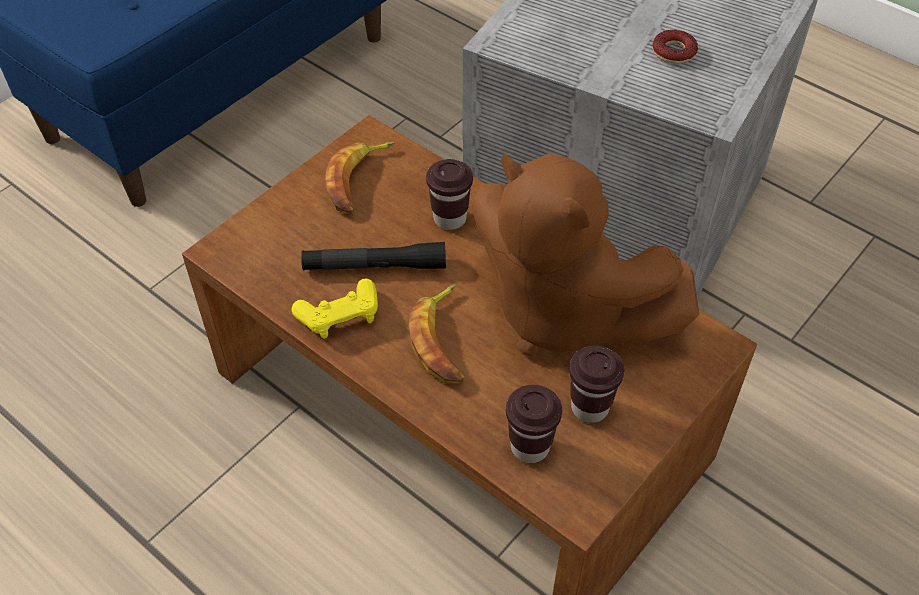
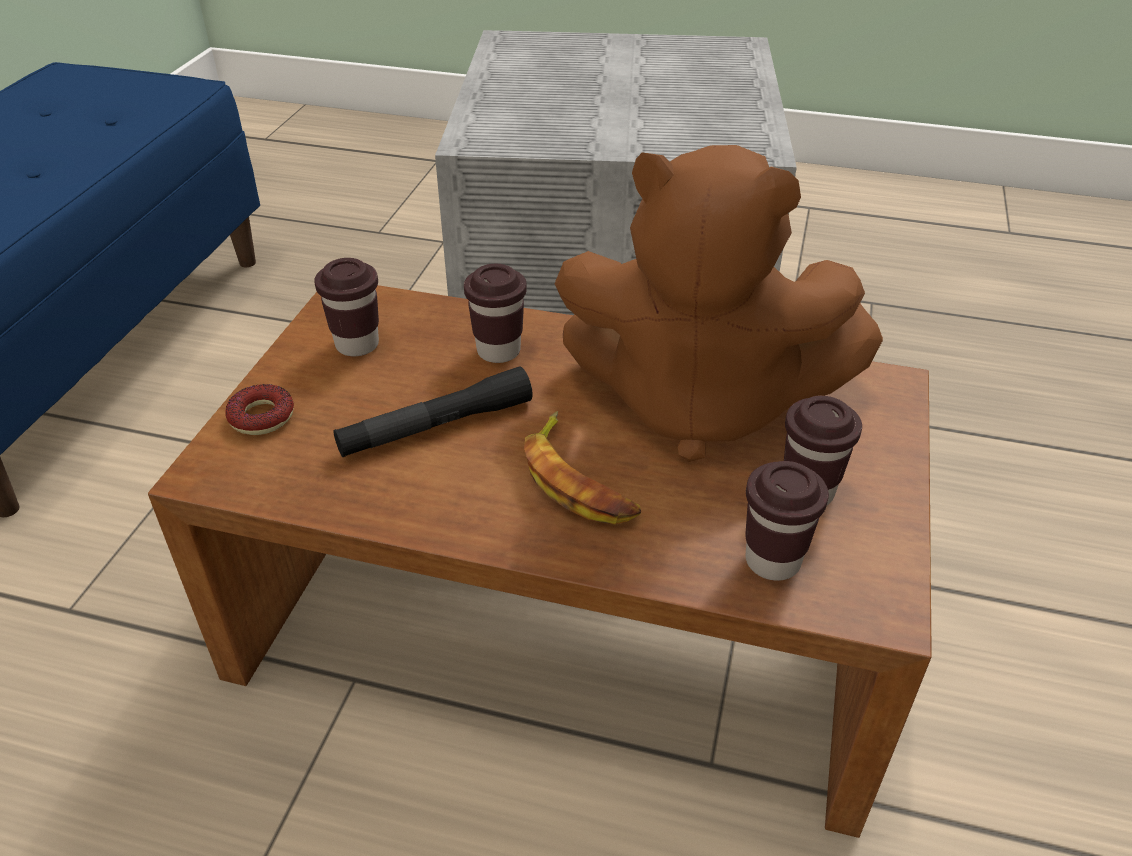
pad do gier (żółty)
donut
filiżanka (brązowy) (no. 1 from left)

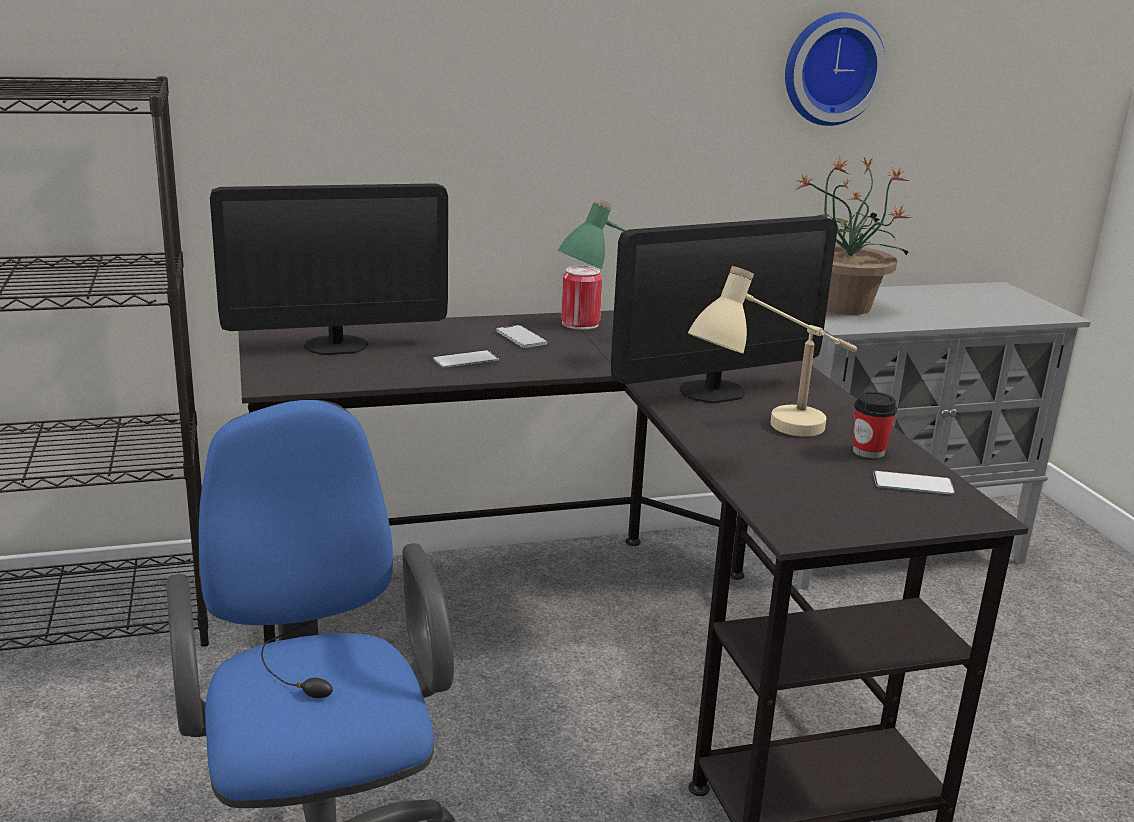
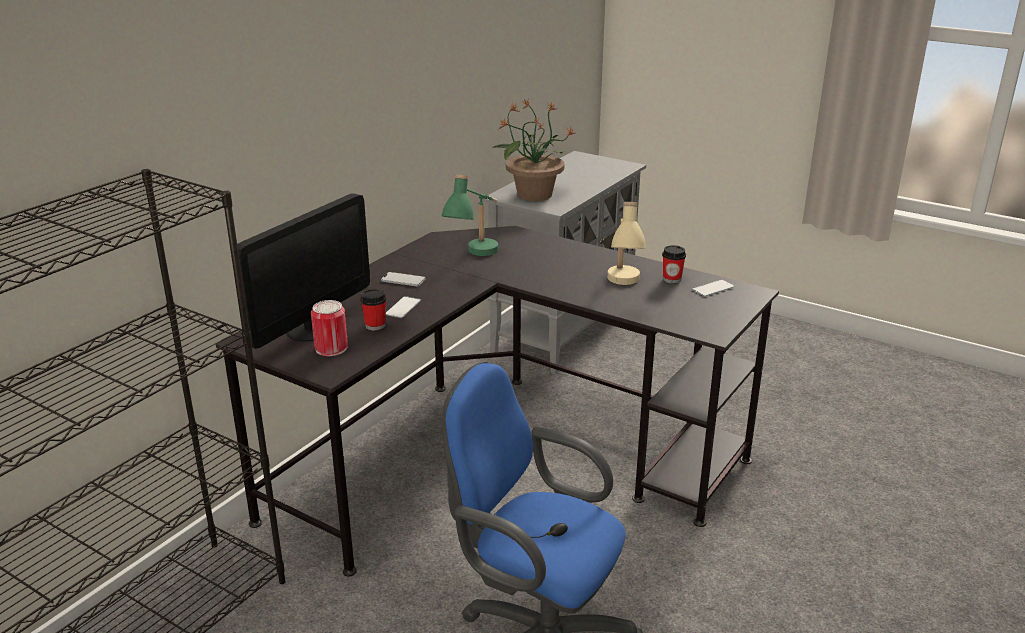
monitor (no. 2 from left in the first image)
zegar ścienny
filiżanka (no. 1 from left)
puszka

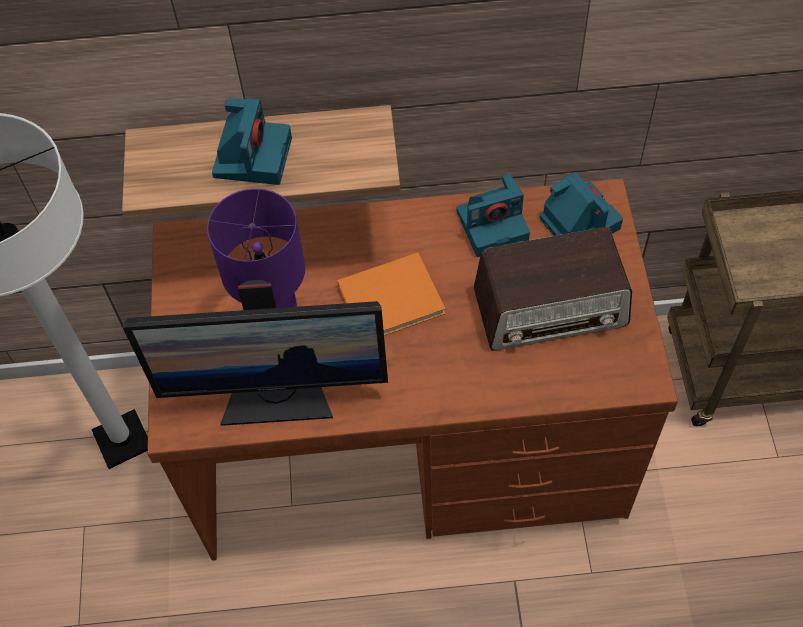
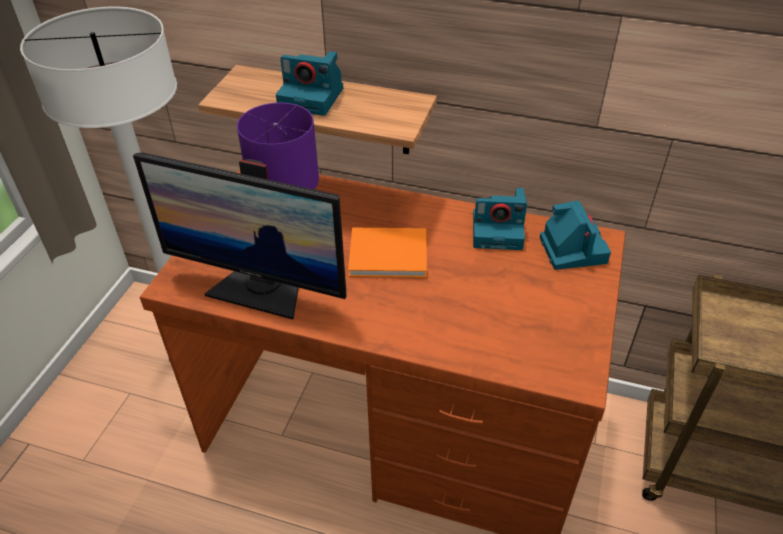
radio
aparat fotograficzny (no. 1 from left)

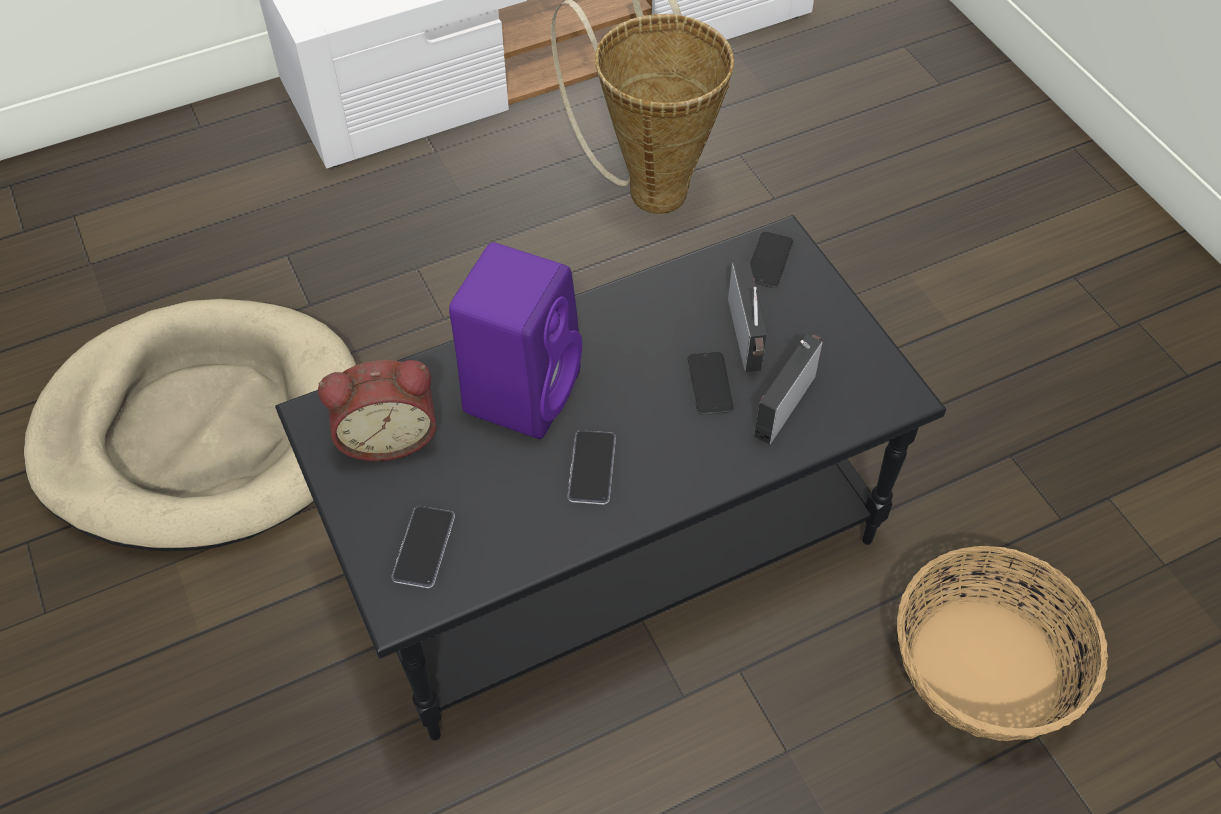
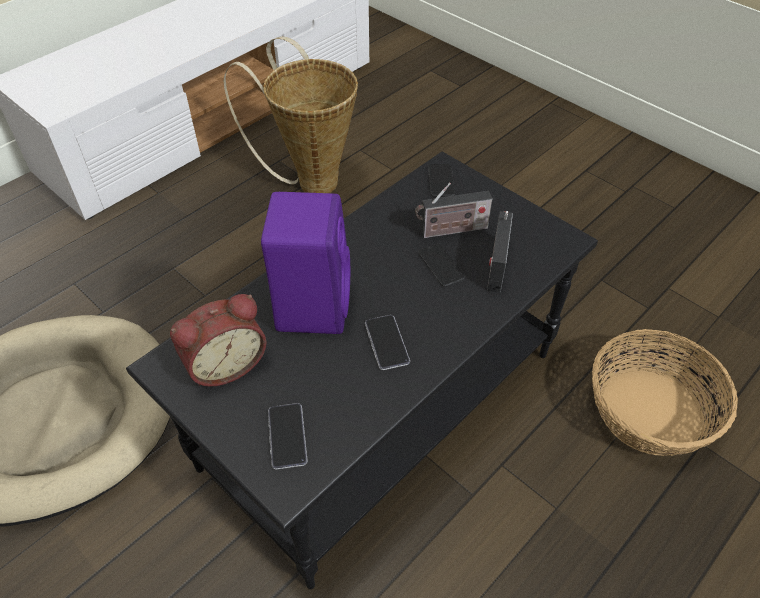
radio (no. 1 from left)

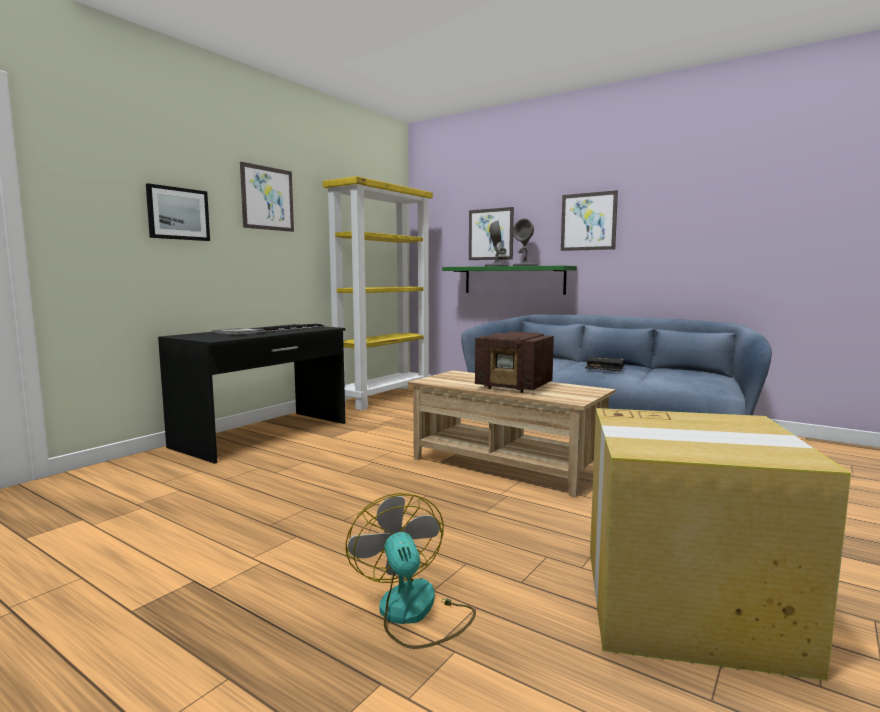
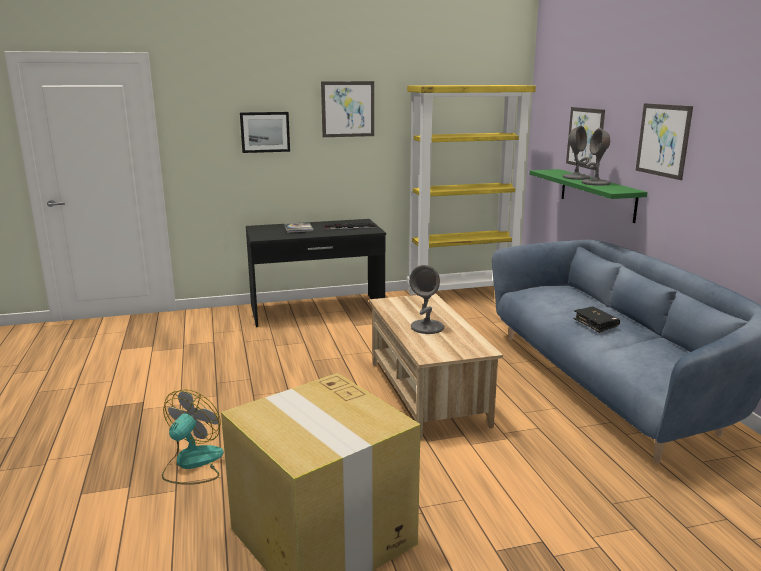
lampa stołowa (szary) (no. 1 from left)

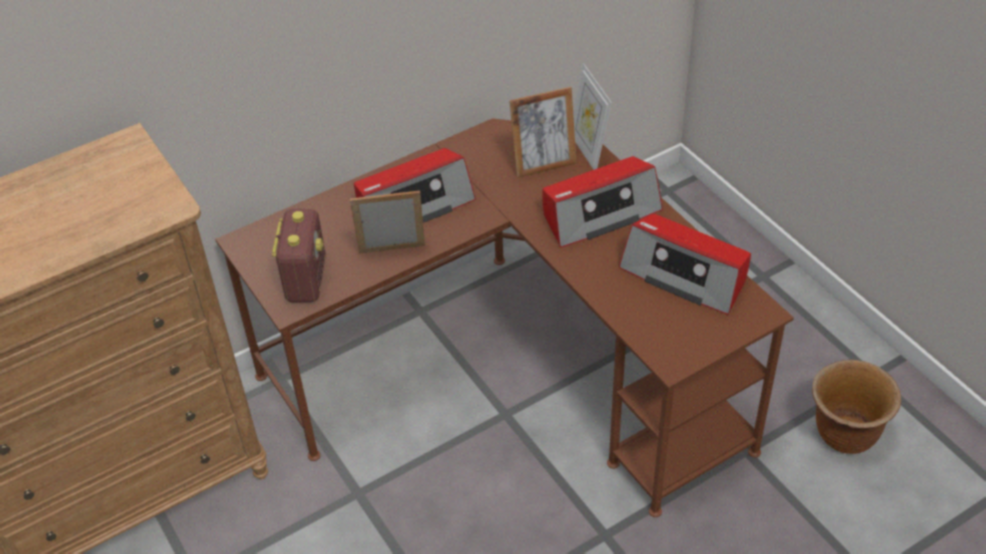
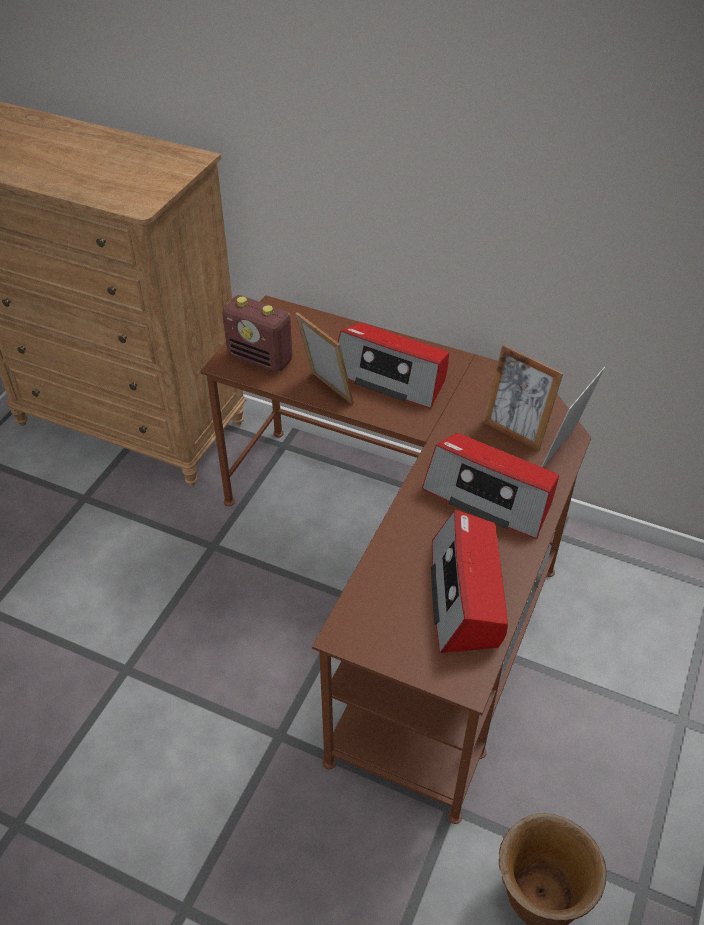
radio (no. 1 from left)

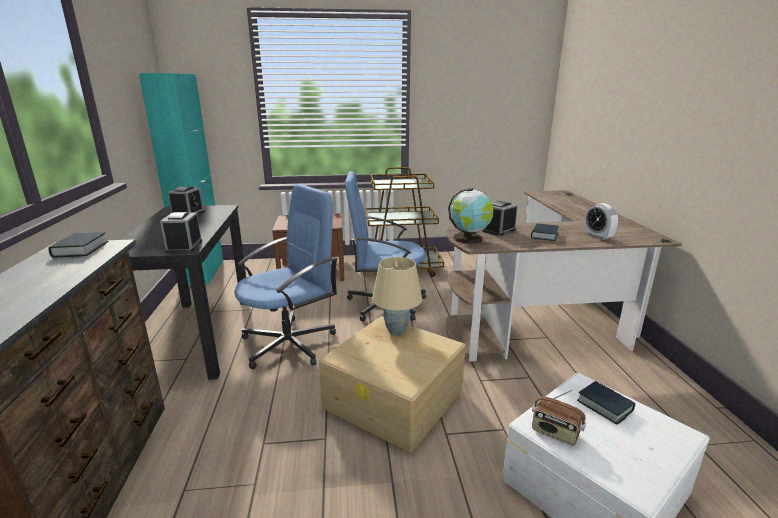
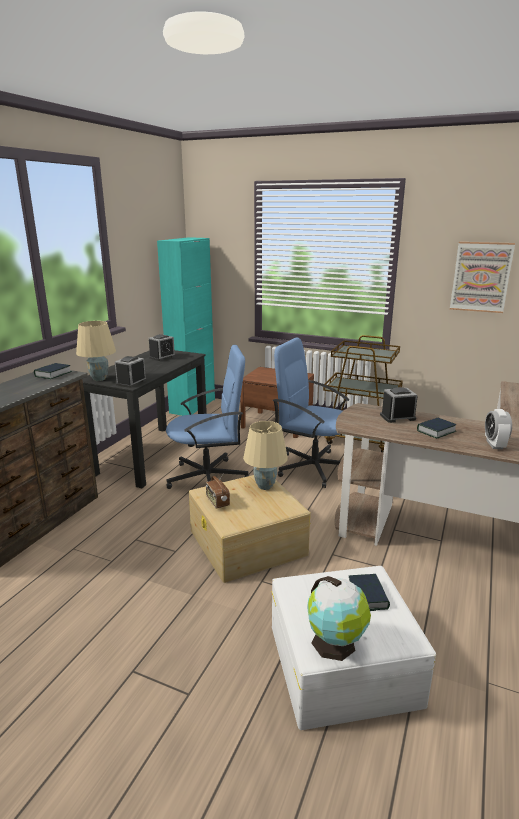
lampa stołowa (beżowy) (no. 1 from left)
obraz
globus
radio

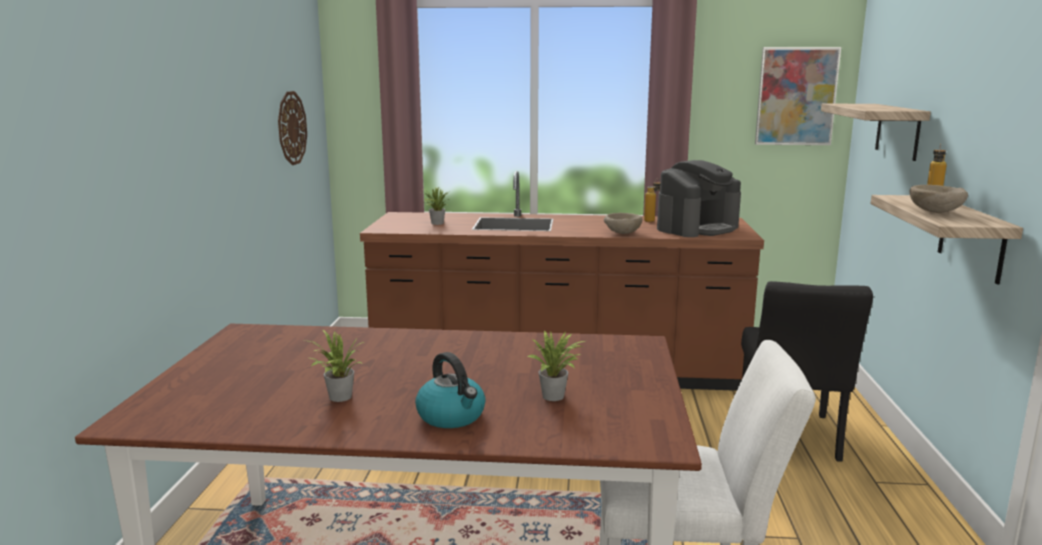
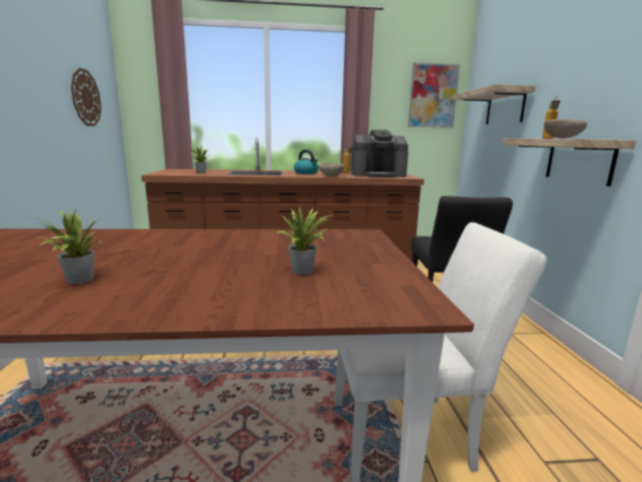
czajnik
ekspres do kawy

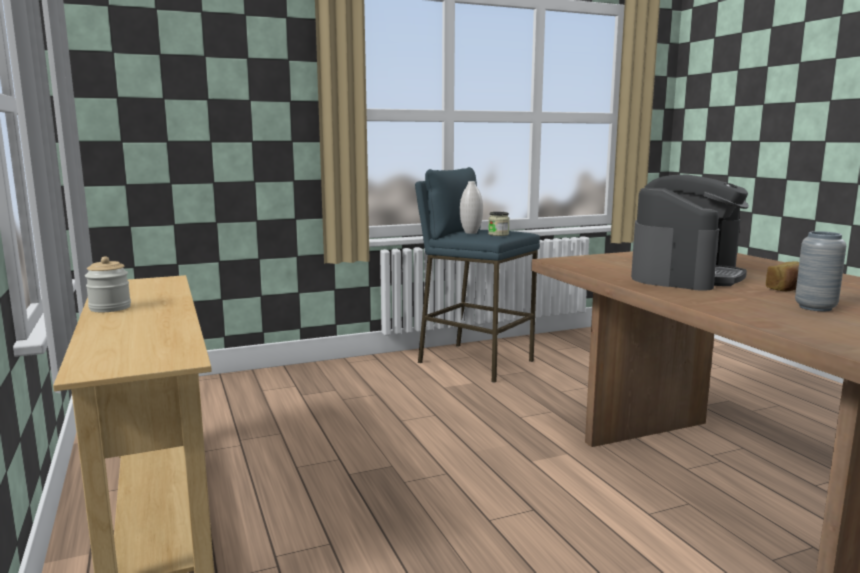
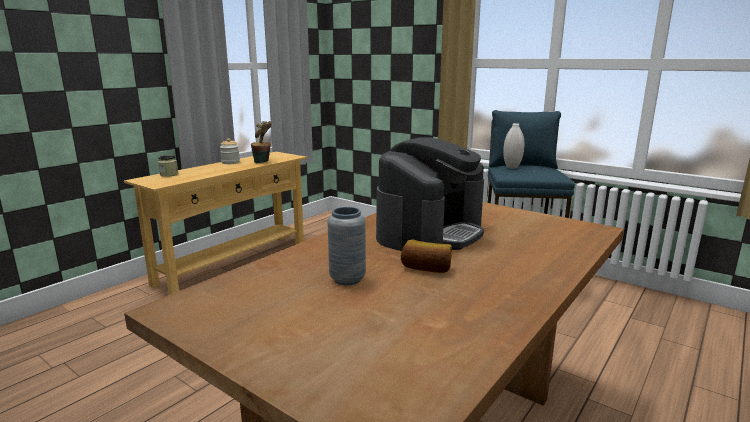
roślina doniczkowa
słoik (no. 1 from left)
ekspres do kawy

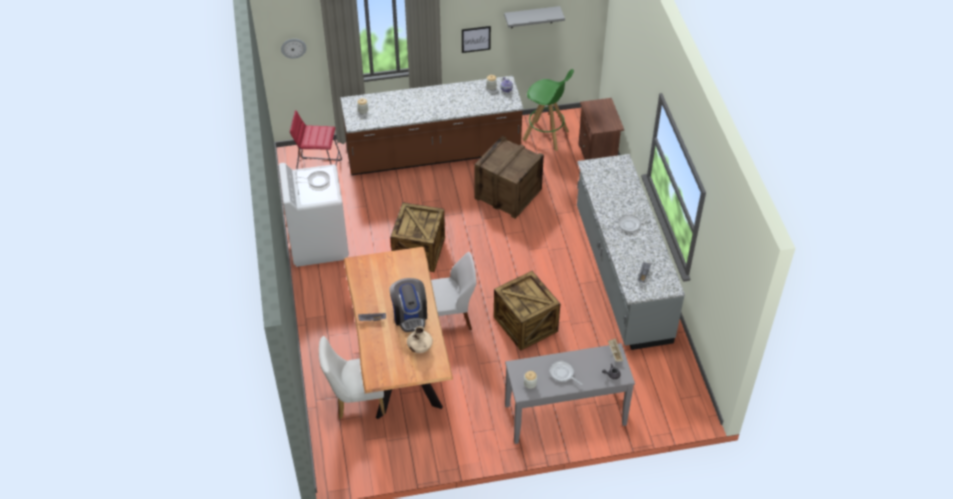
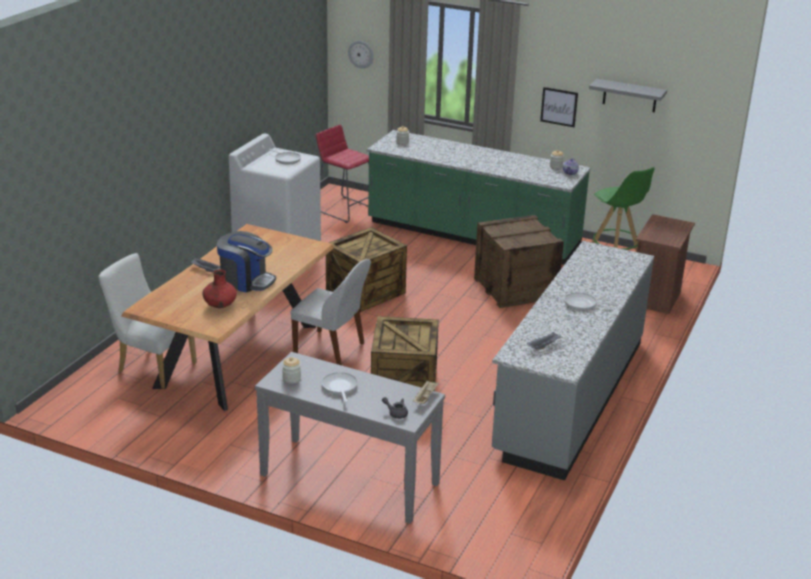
zabudowa kuchenna (zielony)
wazon (czerwony)
ekspres do kawy

